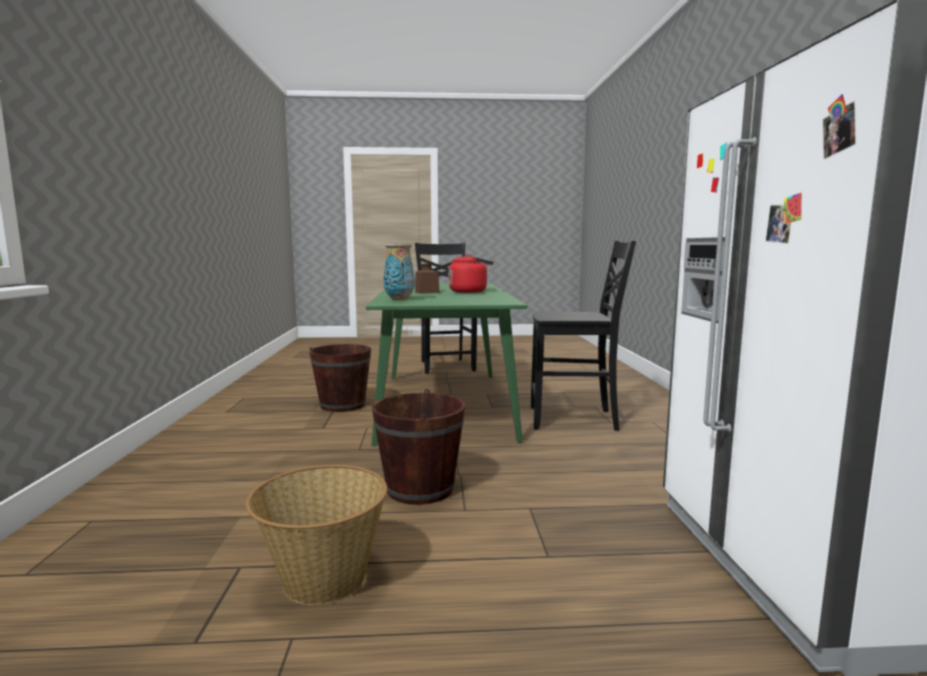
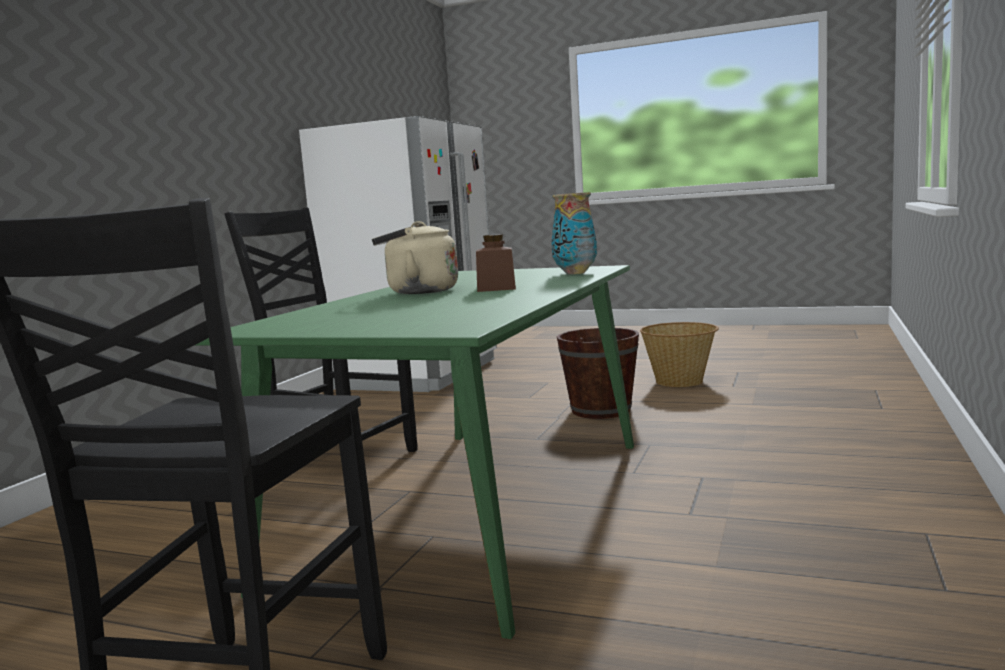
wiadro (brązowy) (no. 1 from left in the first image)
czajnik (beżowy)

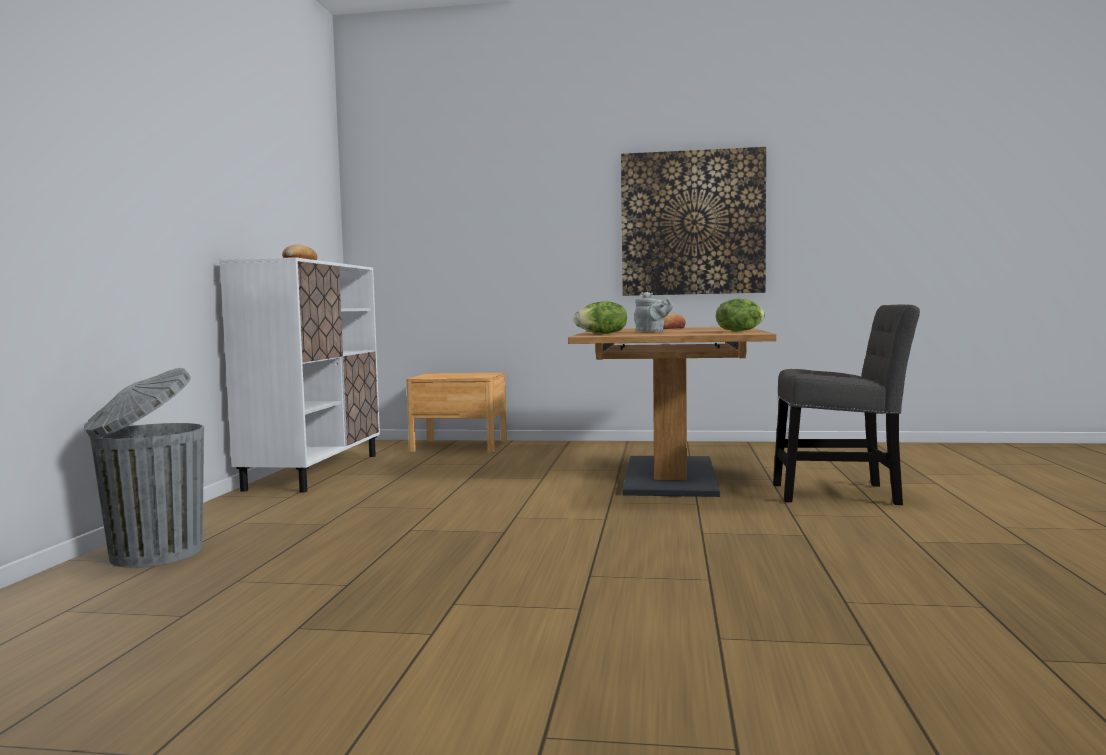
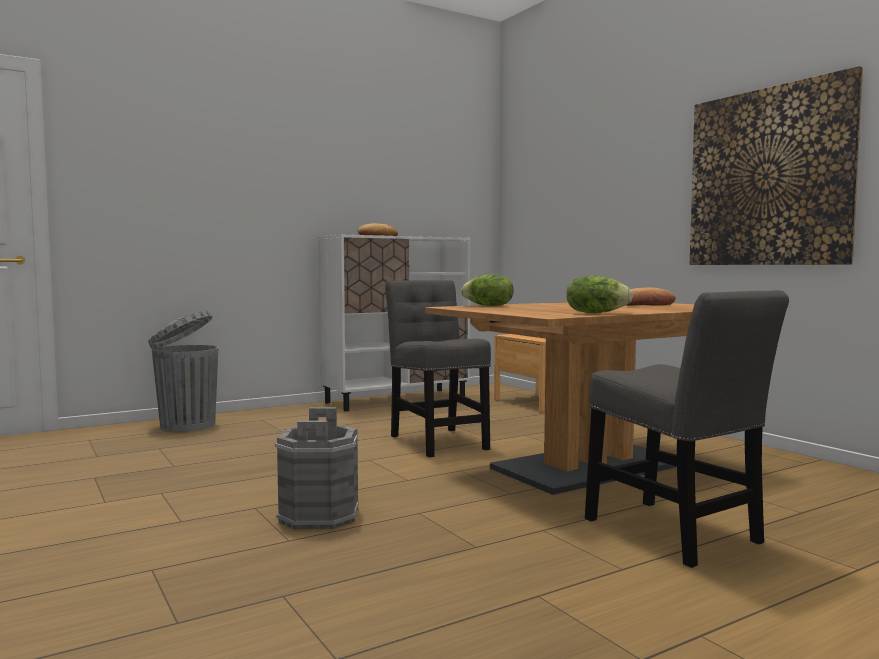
imbryk (szary)
wiadro (szary)
krzesło (szary) (no. 1 from left)

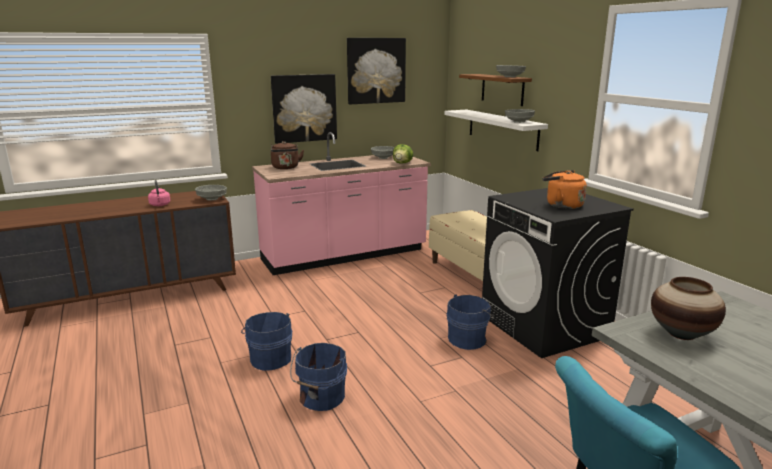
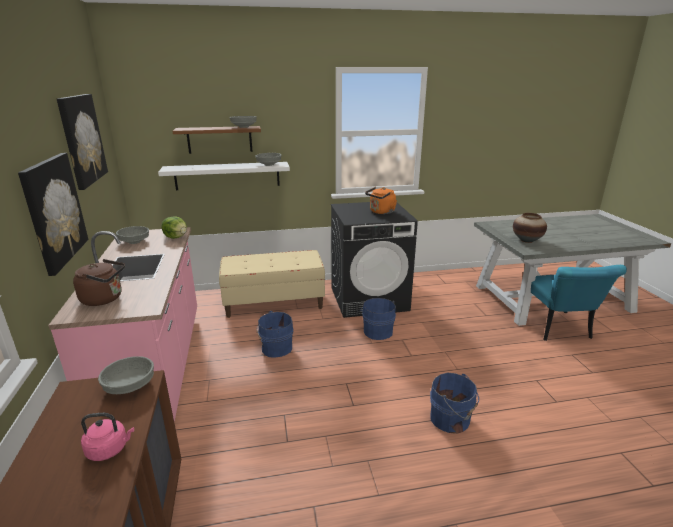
wiadro (niebieski) (no. 1 from left)

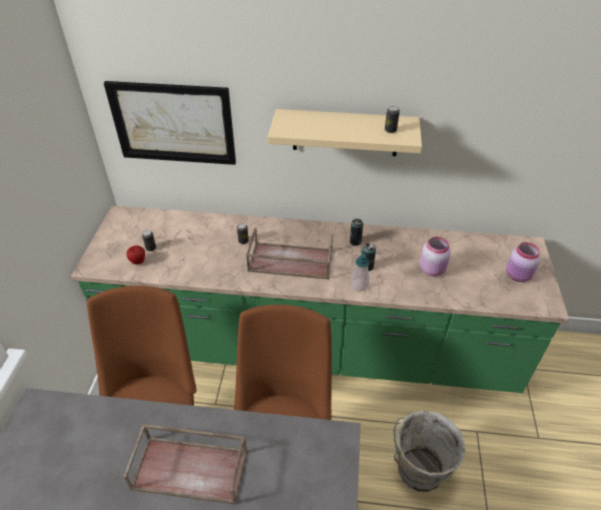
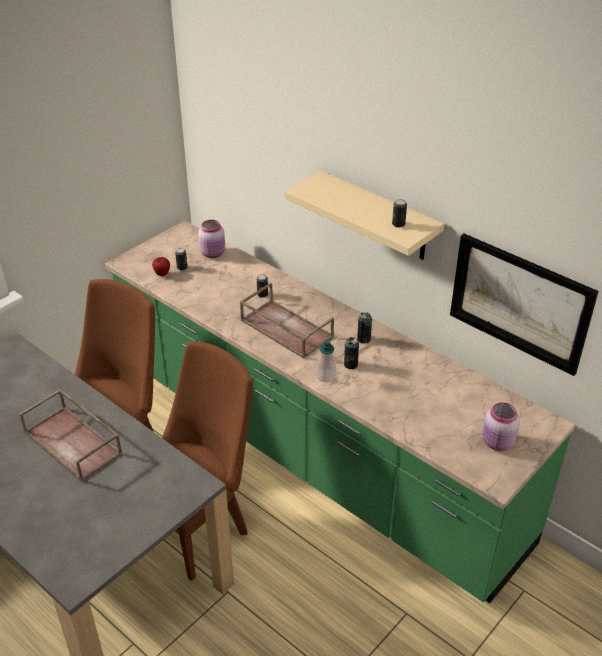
wiadro (szary)
obraz
słoik (różowy) (no. 1 from left)

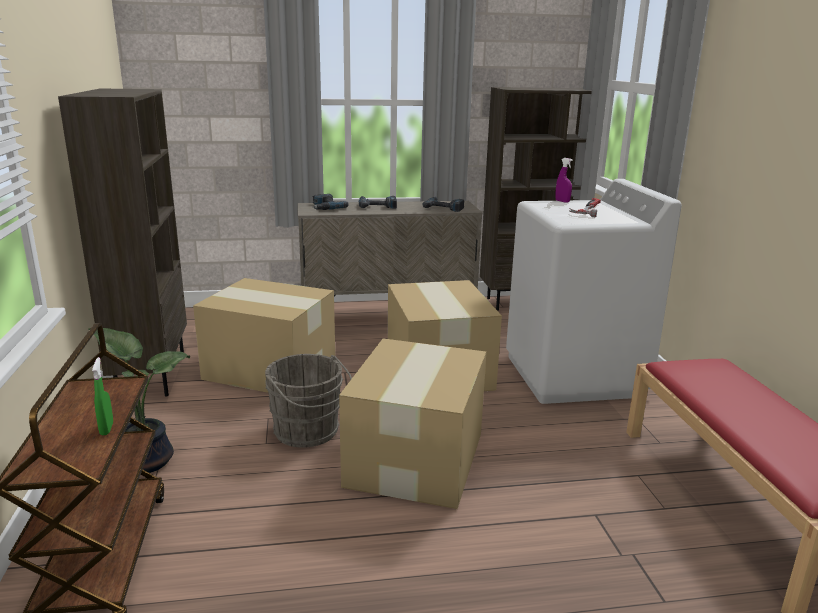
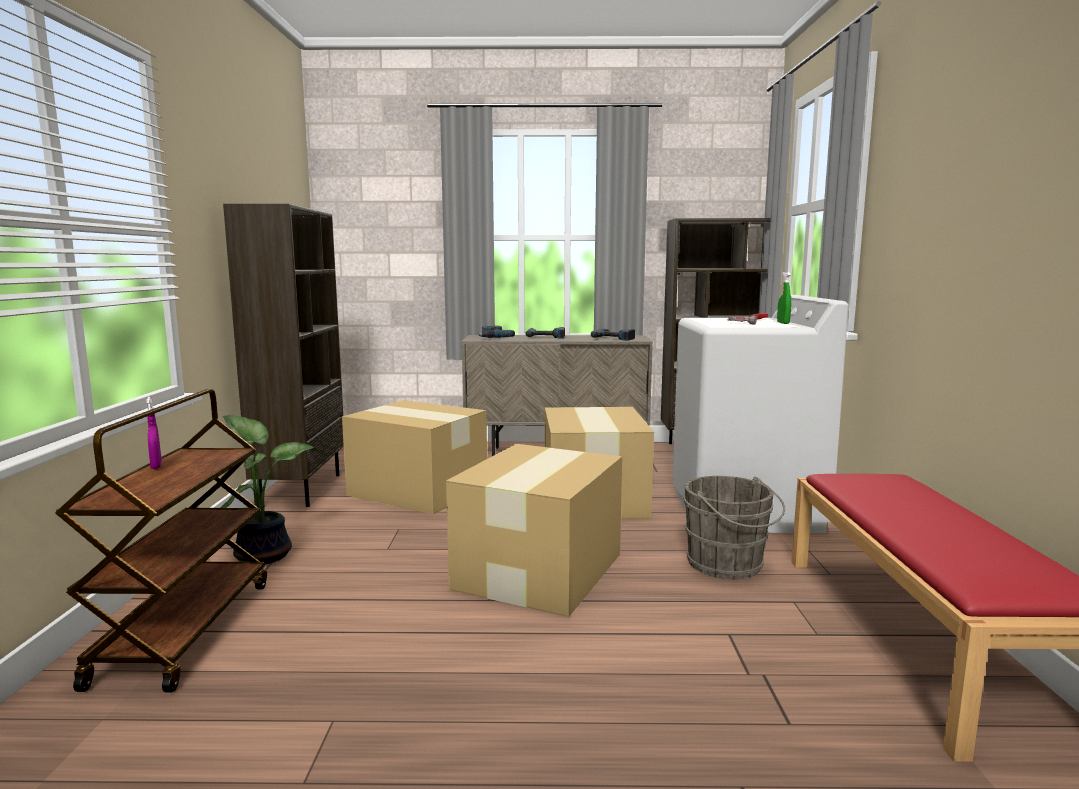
spryskiwacz (zielony)
wiadro (szary)
spryskiwacz (fioletowy)

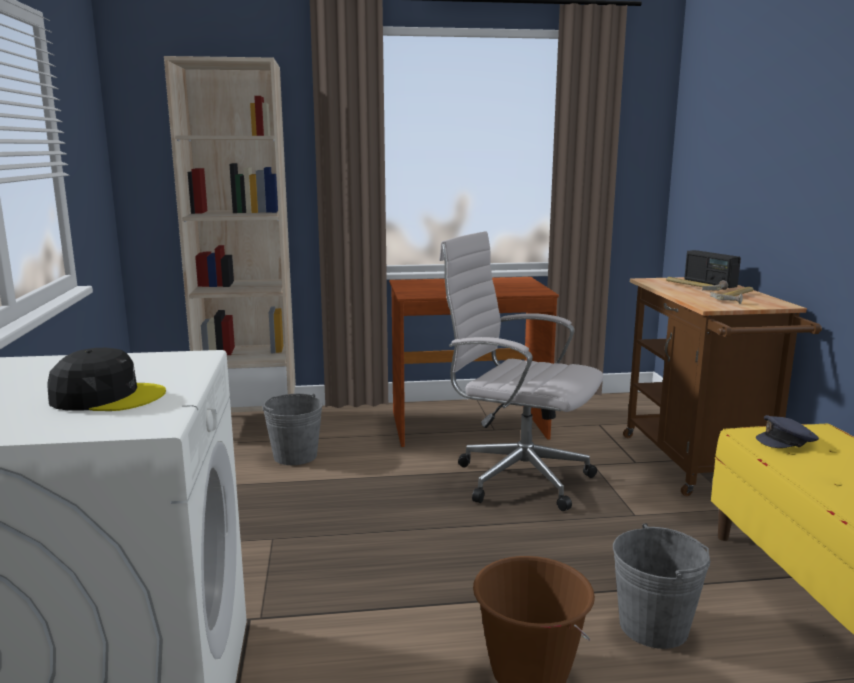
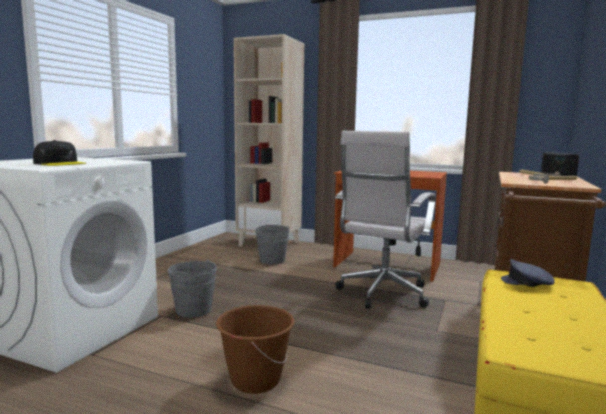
wiadro (szary) (no. 1 from left)
krzesło biurowe (biały)

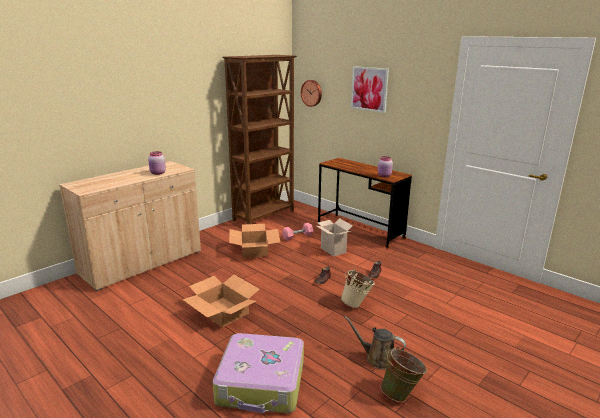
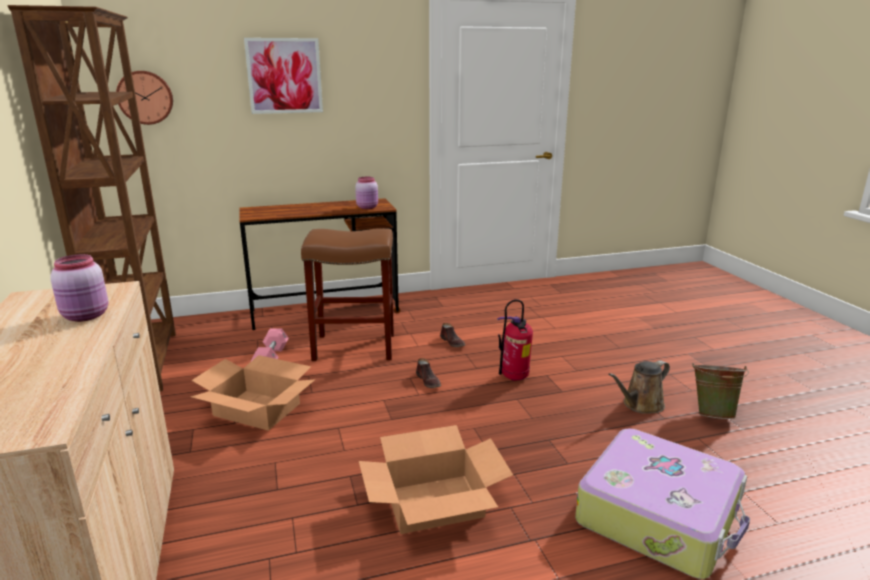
stołek (brązowy)
gaśnica

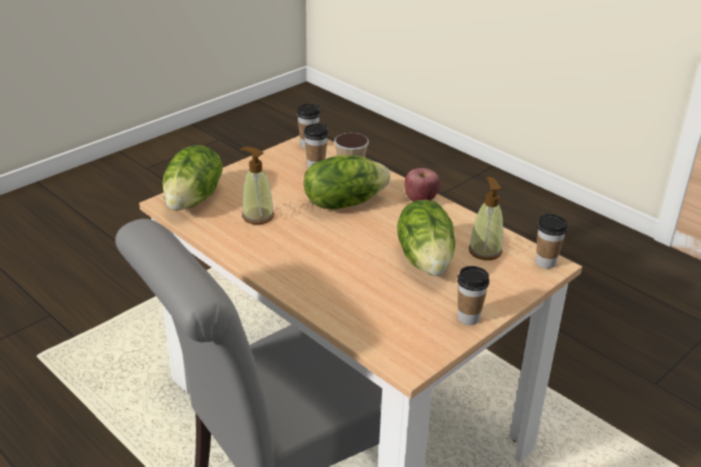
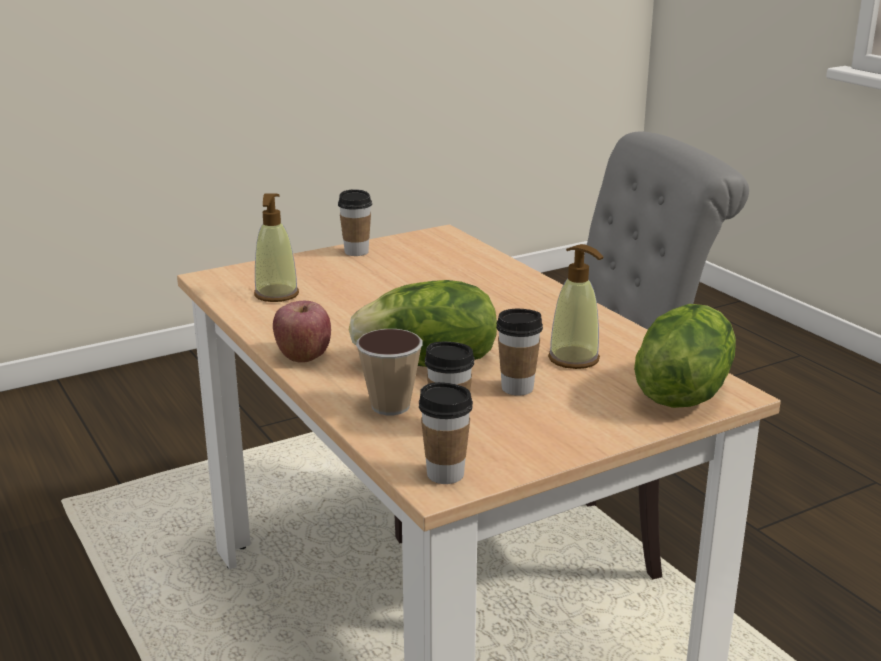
sałata (no. 3 from left in the first image)
filiżanka (no. 5 from left)

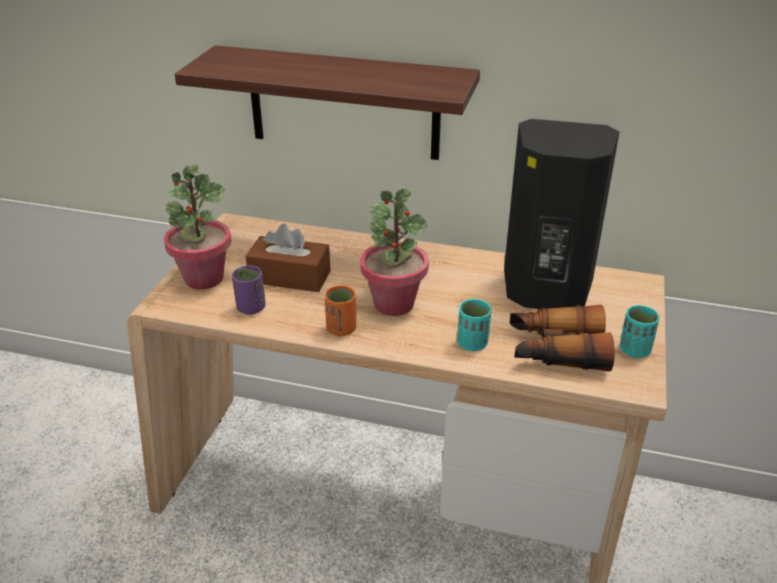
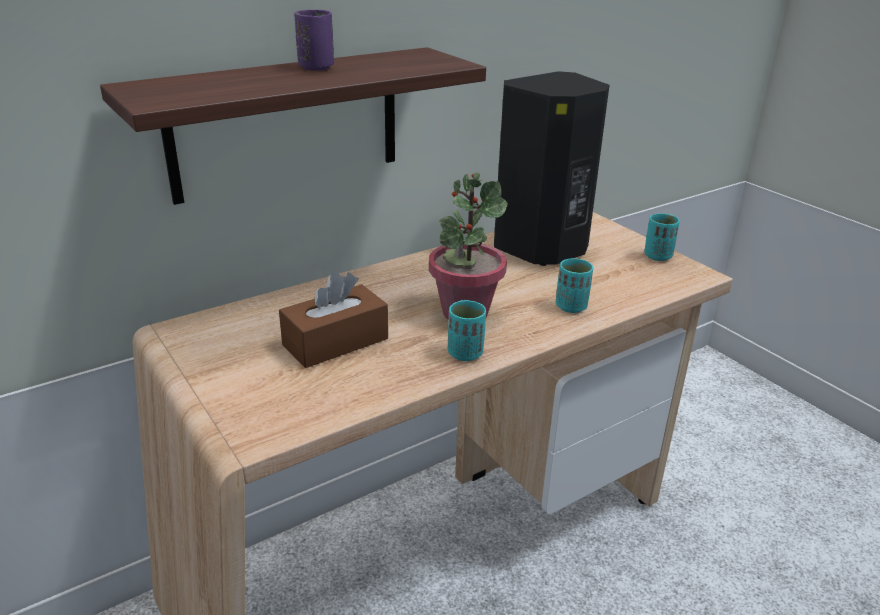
roślina doniczkowa (no. 1 from left in the first image)
lornetka
filiżanka (fioletowy)
filiżanka (turkusowy) (no. 1 from left)

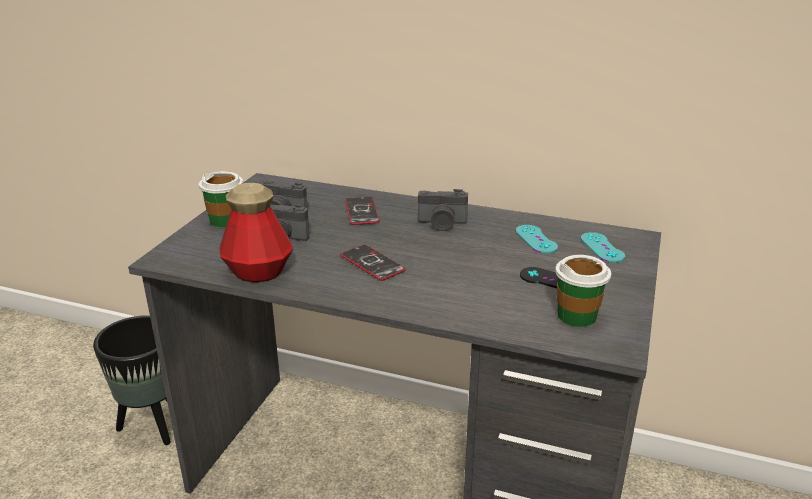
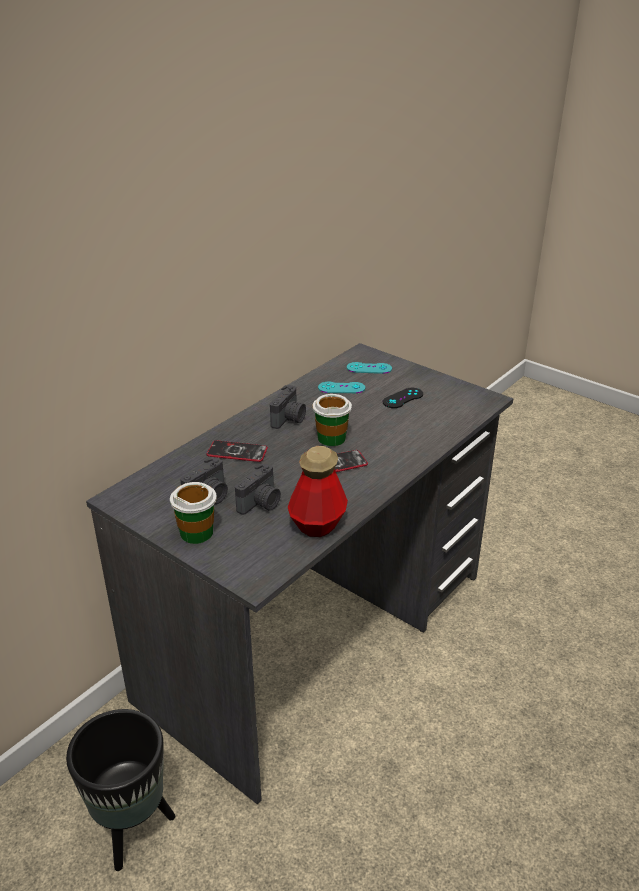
filiżanka (no. 2 from left)

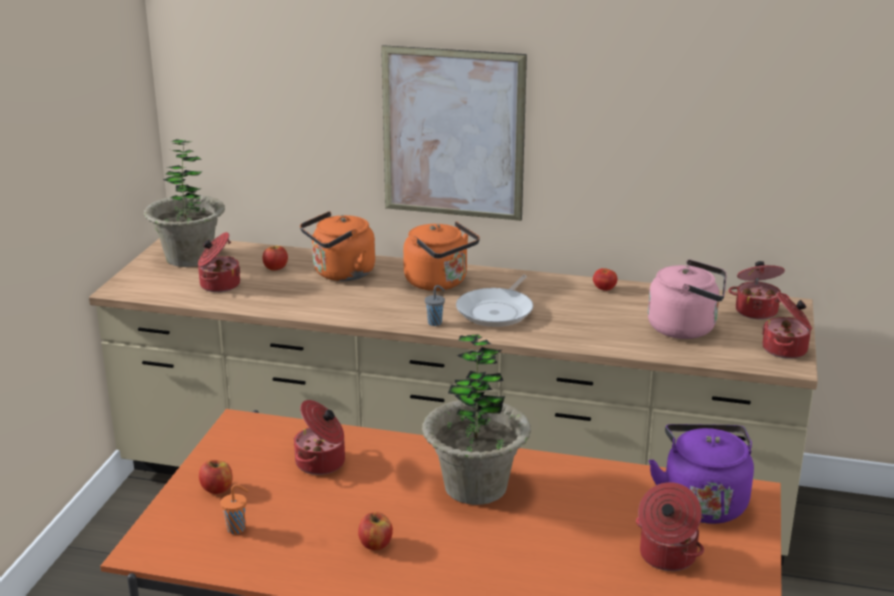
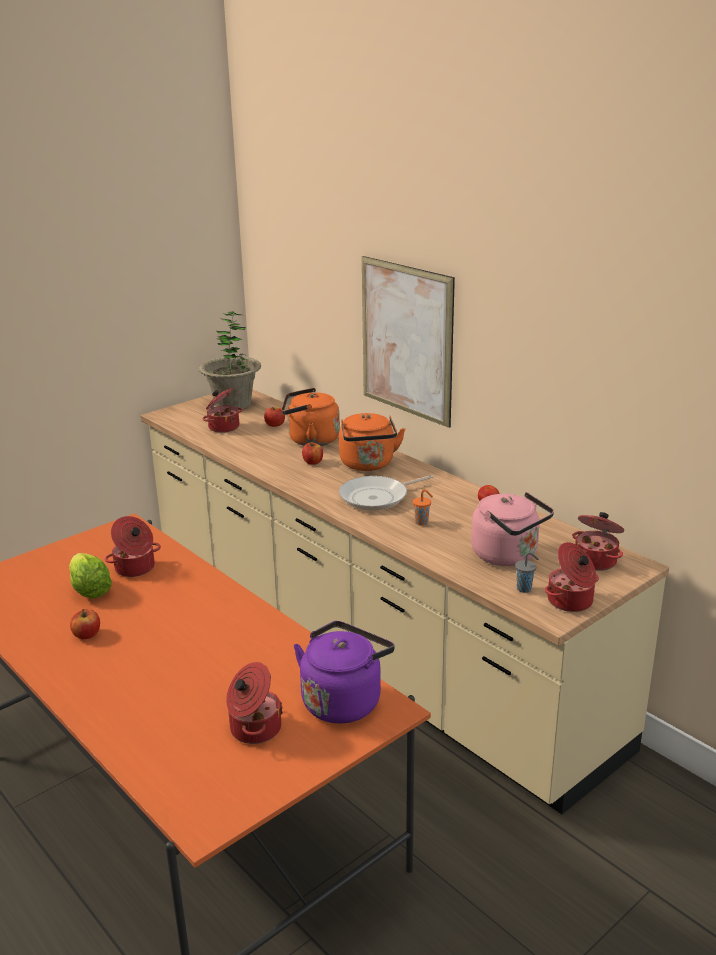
roślina doniczkowa (no. 2 from left in the first image)
sałata
jabłko (no. 3 from left)
filiżanka (pomarańczowy)
filiżanka (szary)

